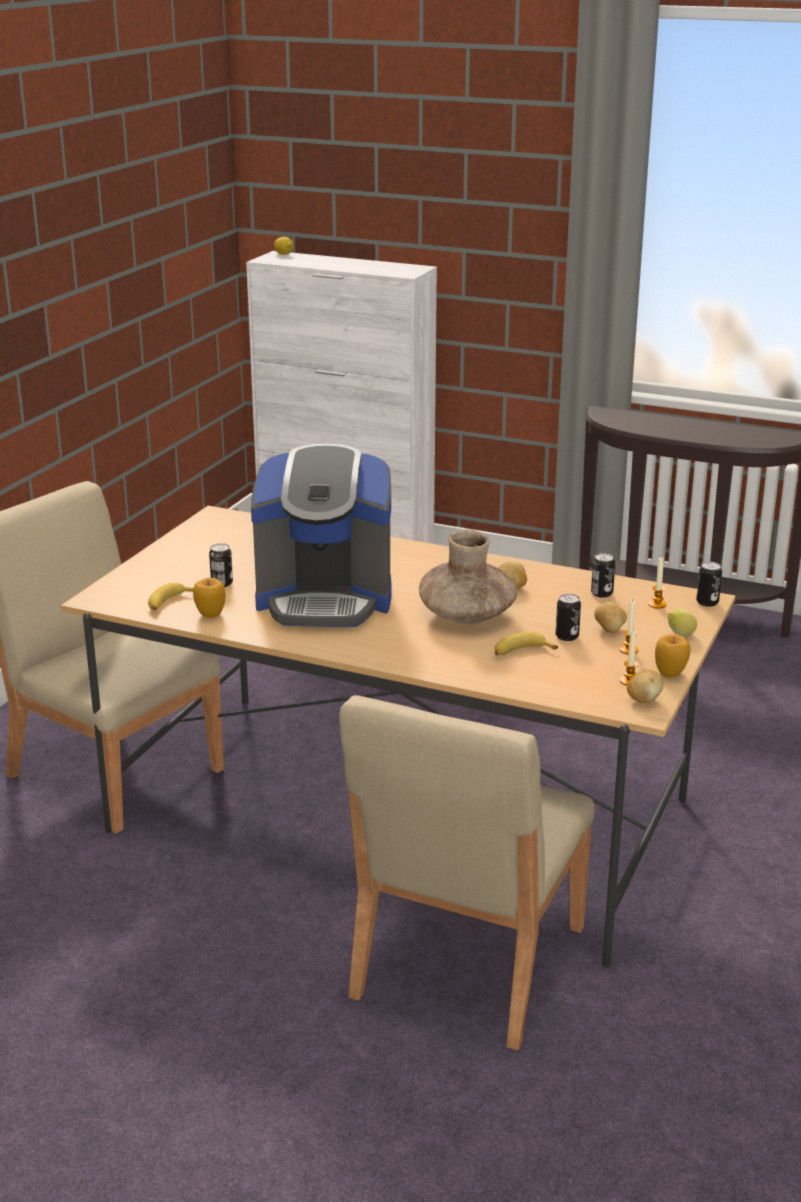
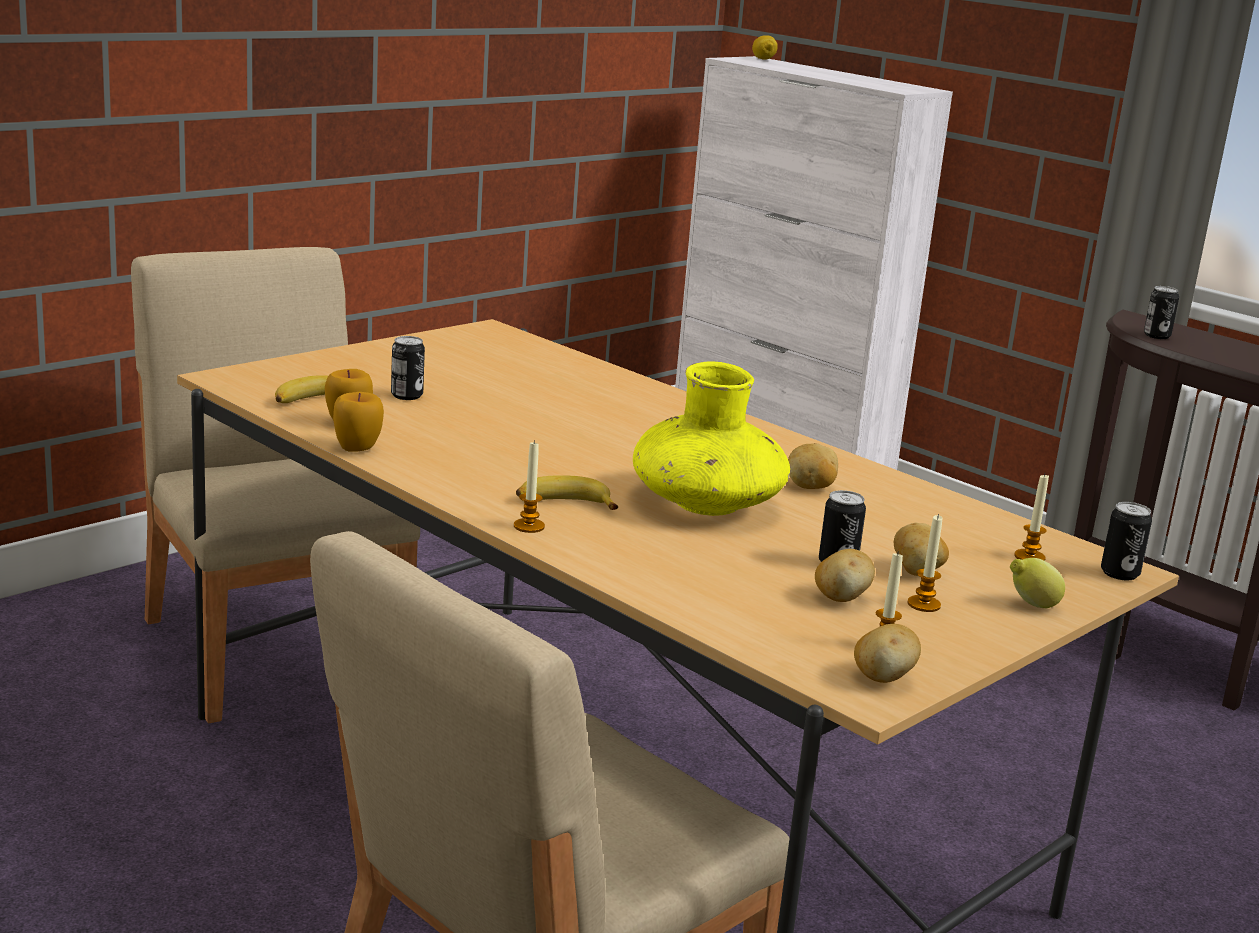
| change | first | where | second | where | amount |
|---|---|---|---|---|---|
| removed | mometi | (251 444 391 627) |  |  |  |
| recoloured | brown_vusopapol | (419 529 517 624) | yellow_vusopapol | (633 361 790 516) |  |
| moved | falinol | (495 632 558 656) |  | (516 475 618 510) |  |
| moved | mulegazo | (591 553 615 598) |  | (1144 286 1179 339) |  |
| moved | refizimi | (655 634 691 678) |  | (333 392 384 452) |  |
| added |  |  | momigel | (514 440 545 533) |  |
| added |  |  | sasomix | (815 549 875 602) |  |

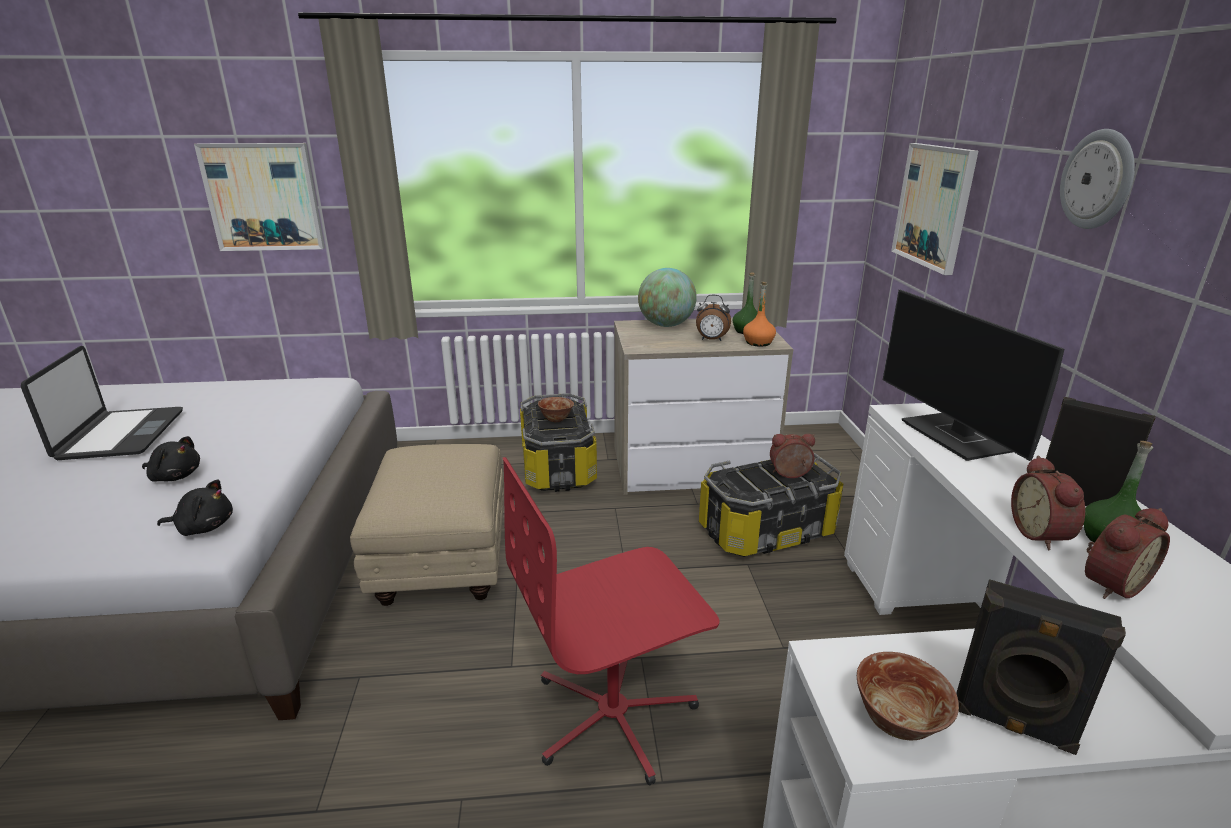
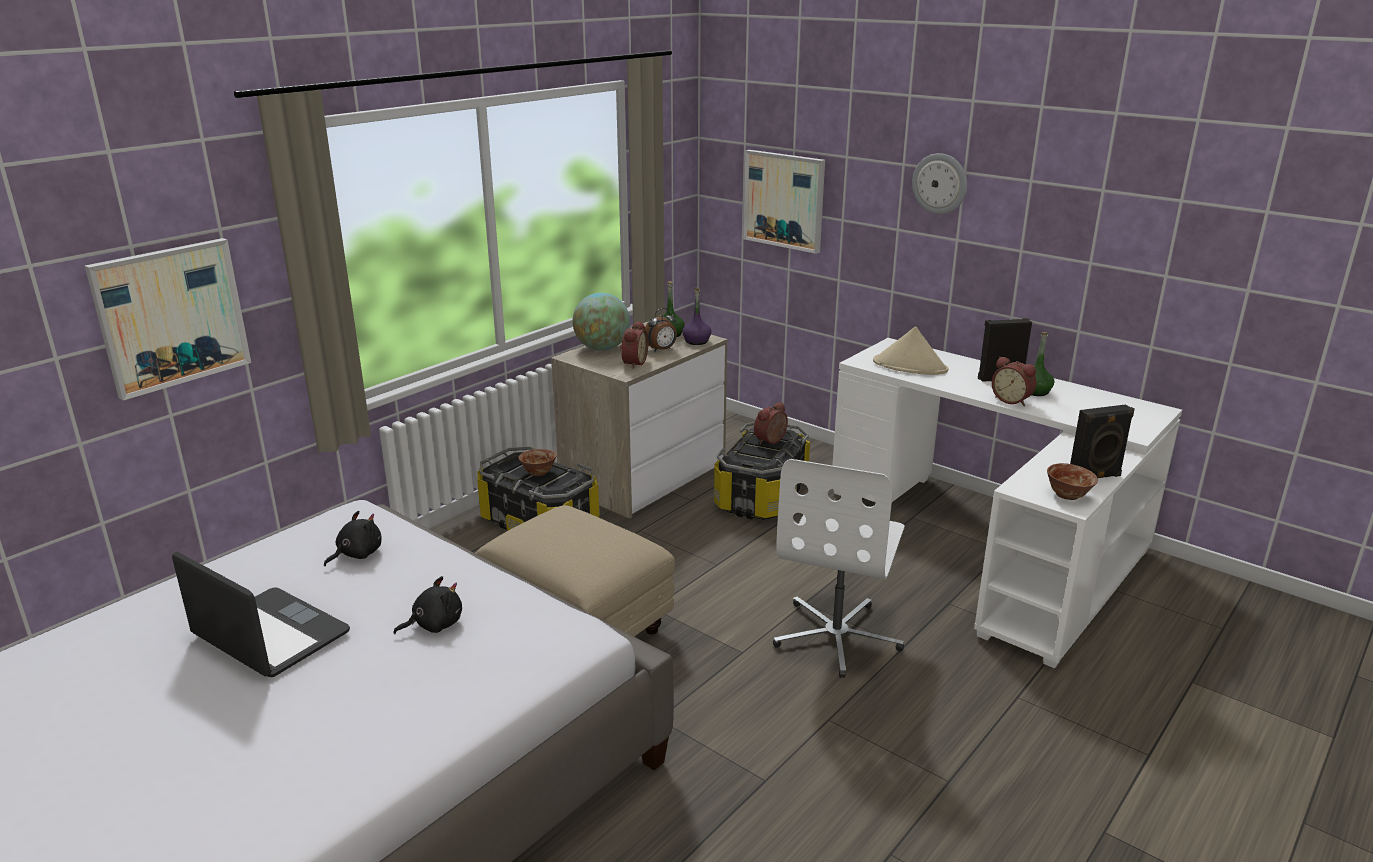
| change | first | where | second | where | amount |
|---|---|---|---|---|---|
| moved | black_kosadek | (157 479 233 536) |  | (324 511 382 566) |  |
| recoloured | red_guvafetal | (503 457 719 785) | white_guvafetal | (773 459 905 678) |  |
| recoloured | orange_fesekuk | (743 282 776 347) | purple_fesekuk | (682 288 711 345) |  |
| replaced | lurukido | (883 290 1064 461) | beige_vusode | (873 326 949 375) |  |
| moved | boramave | (1085 508 1170 599) |  | (620 321 649 368) |  |

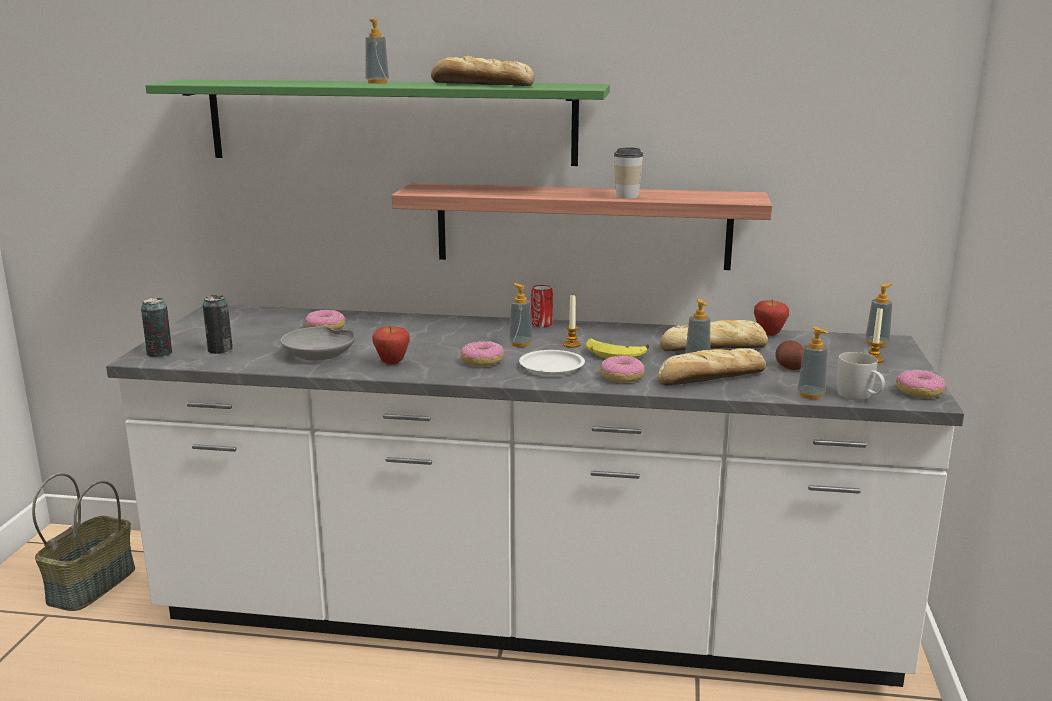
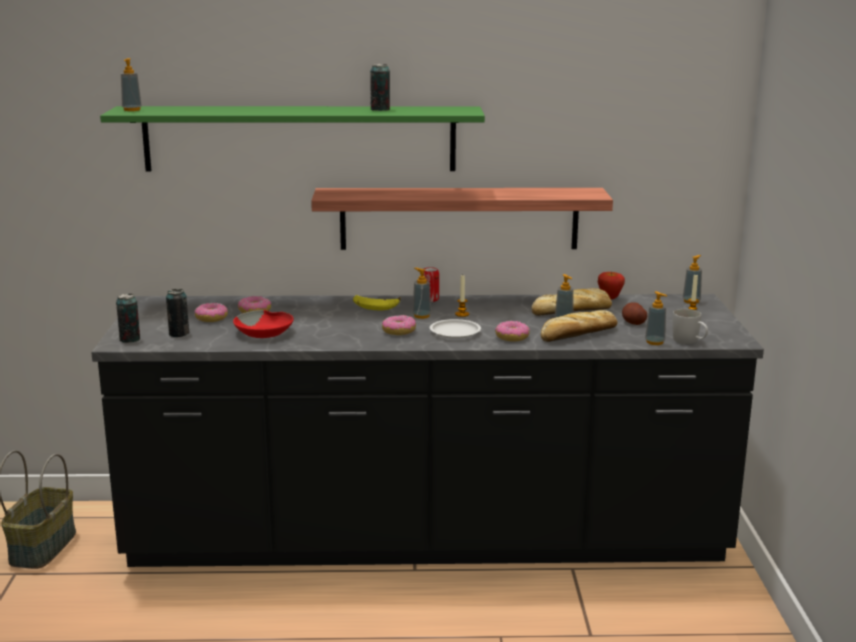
| change | first | where | second | where | amount |
|---|---|---|---|---|---|
| recoloured | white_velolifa | (106 305 964 687) | black_velolifa | (91 294 764 567) |  |
| recoloured | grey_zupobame | (281 326 356 361) | red_zupobame | (233 310 294 338) |  |
| moved | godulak | (365 19 389 84) |  | (121 58 142 111) |  |
| removed | refizimi | (372 326 410 365) |  |  |  |
| replaced | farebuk | (431 56 535 86) | mulegazo | (370 64 390 111) |  |
| moved | falinol | (586 338 649 359) |  | (353 295 401 310) |  |
| removed | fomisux | (614 147 643 199) |  |  |  |
| moved | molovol | (896 369 946 398) |  | (194 303 228 322) |  |

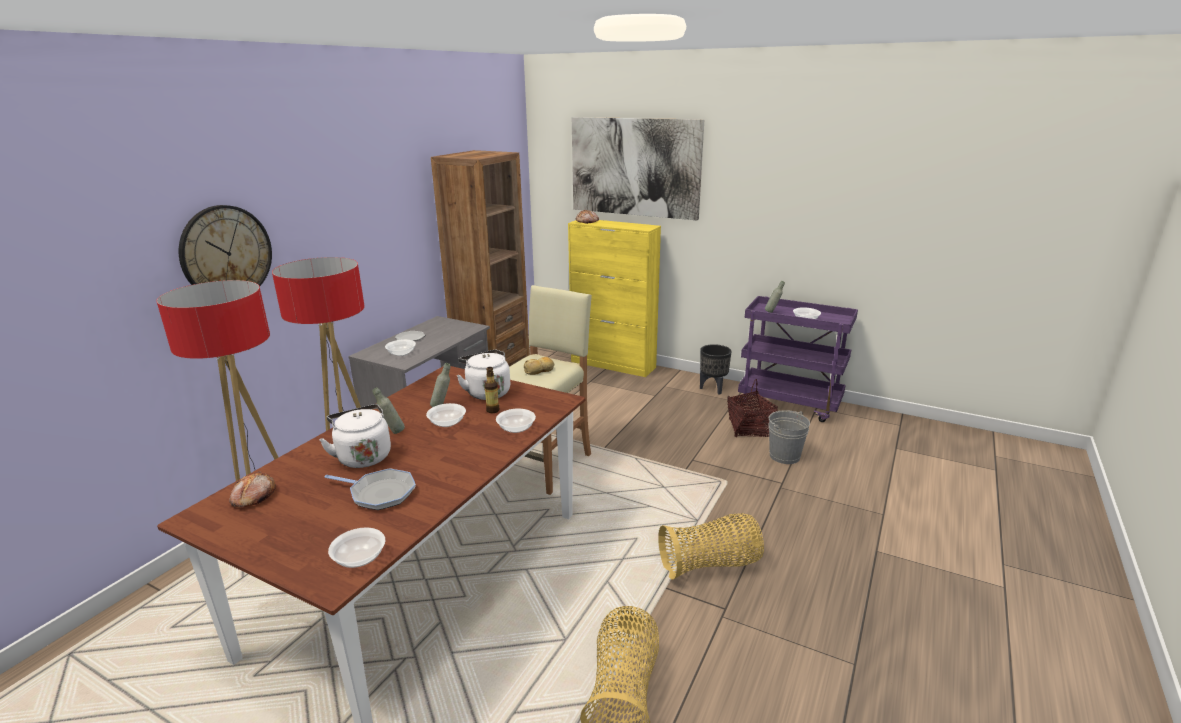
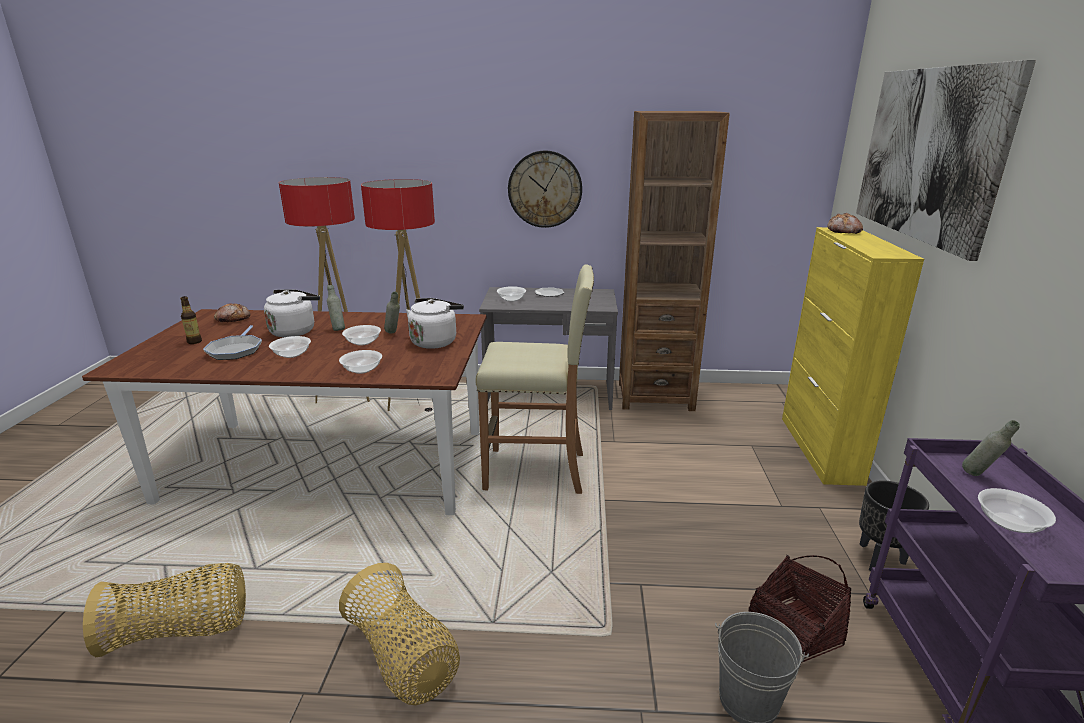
| change | first | where | second | where | amount |
|---|---|---|---|---|---|
| moved | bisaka | (179 205 272 286) |  | (508 150 582 228) |  |
| moved | zupobame | (328 528 385 568) |  | (269 336 311 358) |  |
| moved | fesekuk | (484 367 499 413) |  | (180 296 202 344) |  |
| removed | farebuk | (524 357 554 375) |  |  |  |

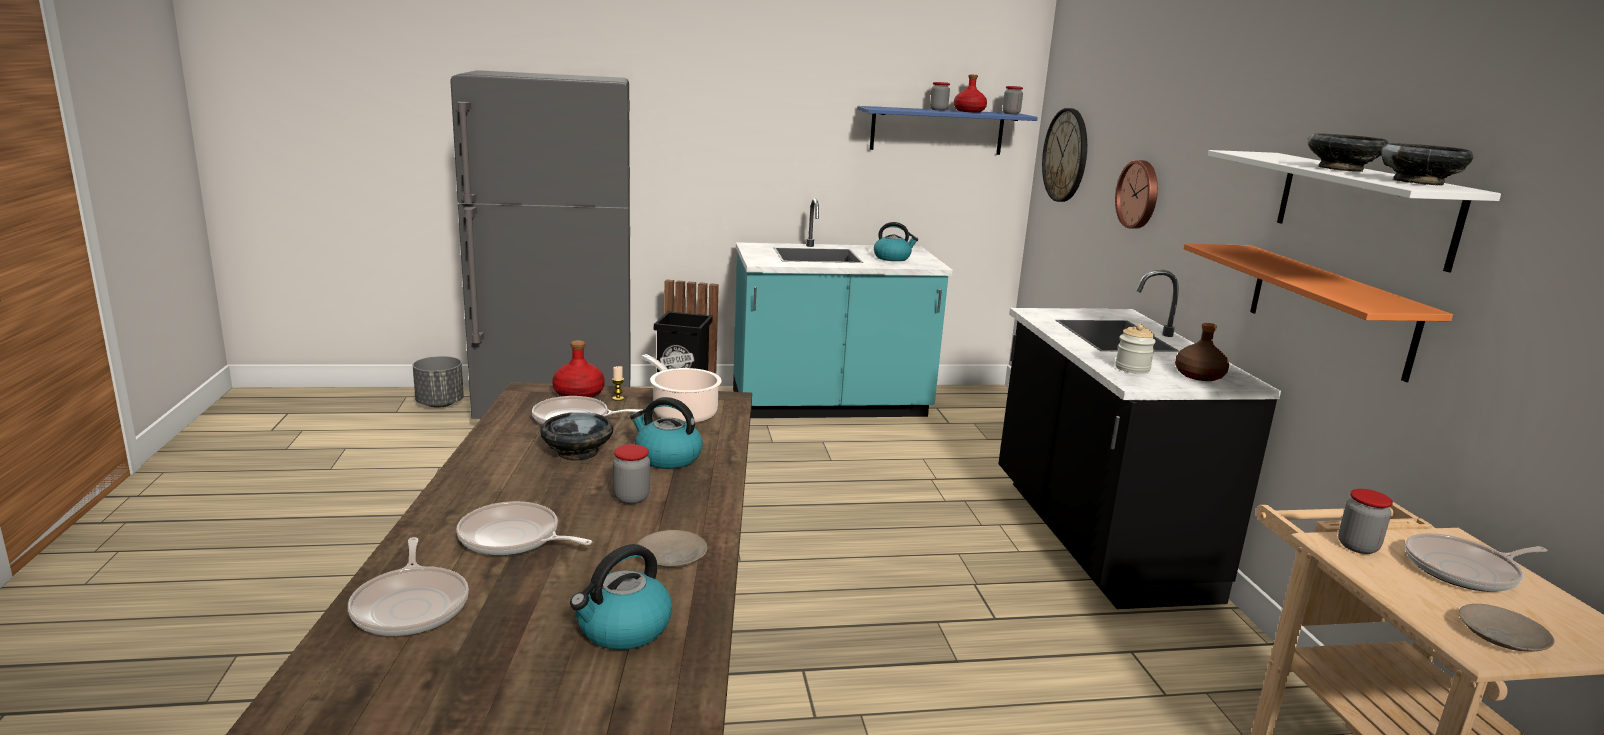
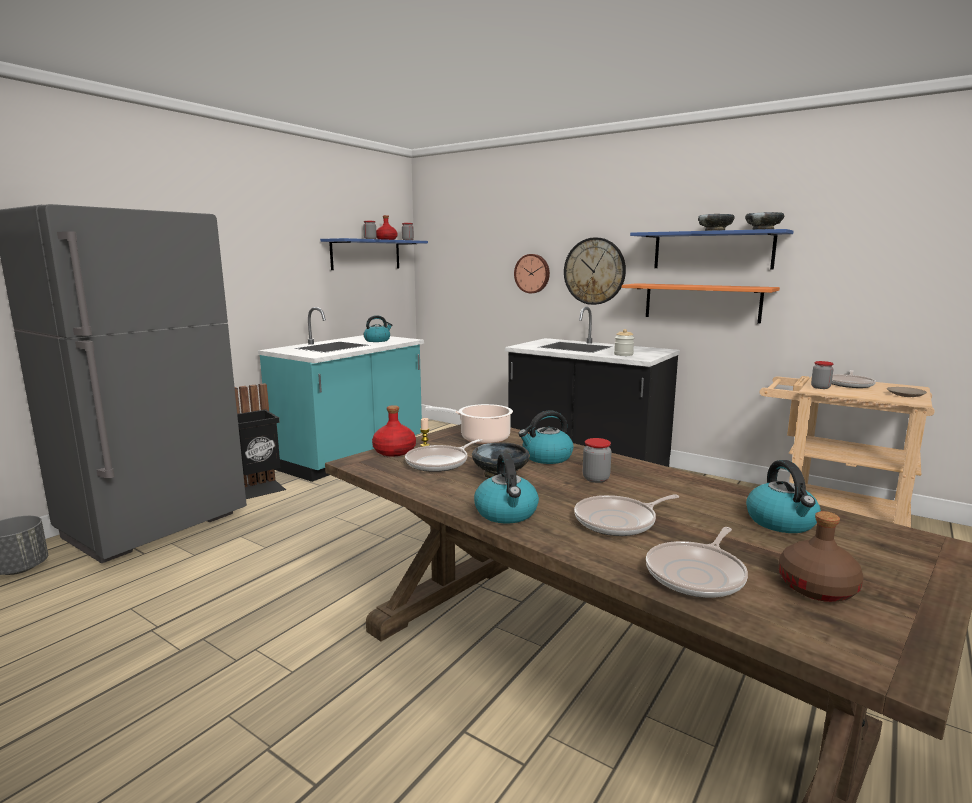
| change | first | where | second | where | amount |
|---|---|---|---|---|---|
| turned | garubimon | (348 537 469 636) |  | (646 527 748 598) | 105 degrees clockwise |
| removed | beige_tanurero | (637 530 707 568) |  |  |  |
| moved | bisaka | (1042 108 1087 202) |  | (564 237 626 305) |  |
| moved | brown_fesekuk | (1175 323 1229 381) |  | (778 511 864 602) |  |
| recoloured | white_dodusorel | (1208 150 1501 272) | blue_dodusorel | (630 229 794 270) |  |
| added |  |  | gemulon | (474 453 539 523) |  |

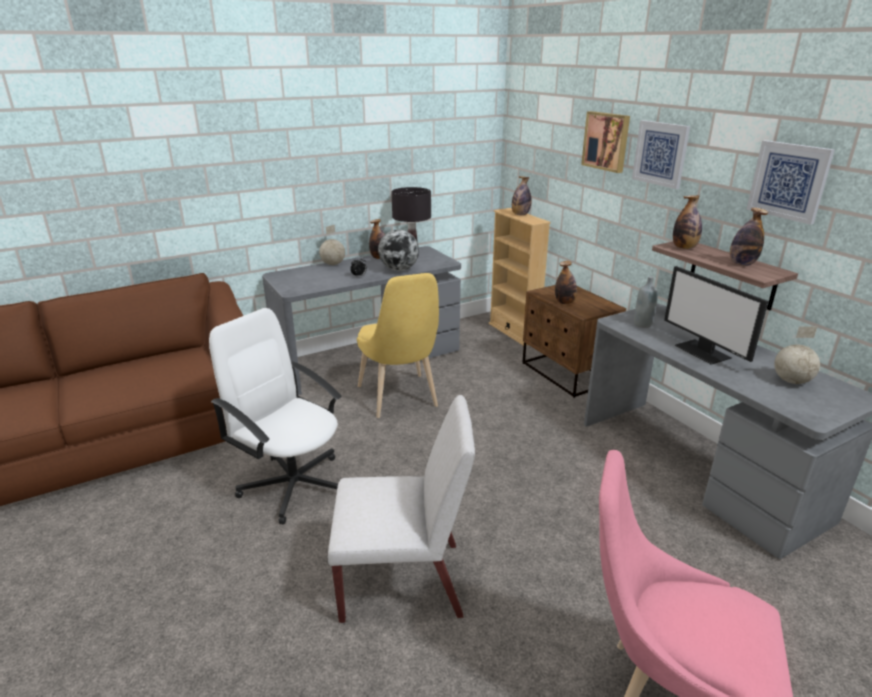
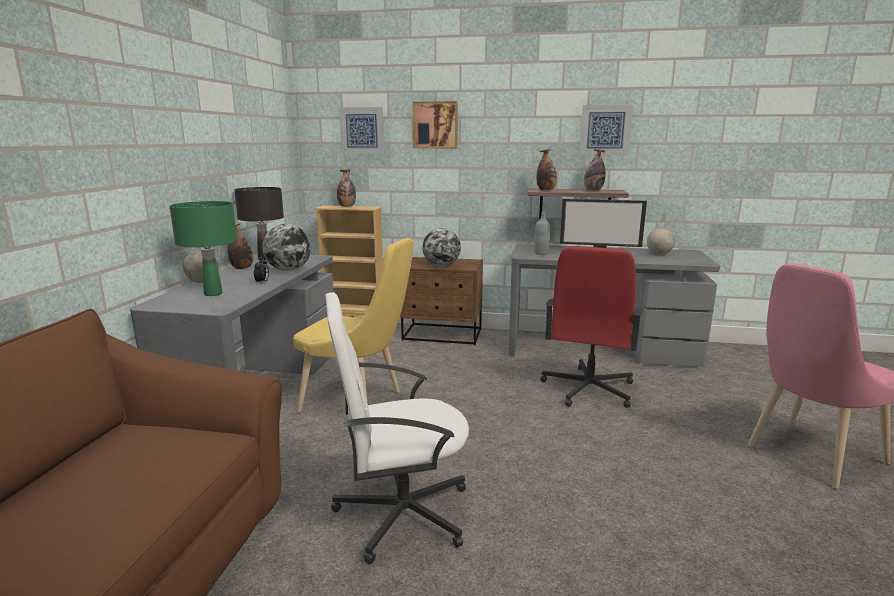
| change | first | where | second | where | amount |
|---|---|---|---|---|---|
| removed | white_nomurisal | (328 395 475 623) |  |  |  |
| replaced | fesekuk | (555 261 577 304) | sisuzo | (423 228 461 267) |  |
| moved | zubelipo | (632 120 690 189) |  | (339 107 384 154) |  |
| added |  |  | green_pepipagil | (170 201 237 296) |  |
| added |  |  | red_guvafetal | (540 246 643 408) |  |

